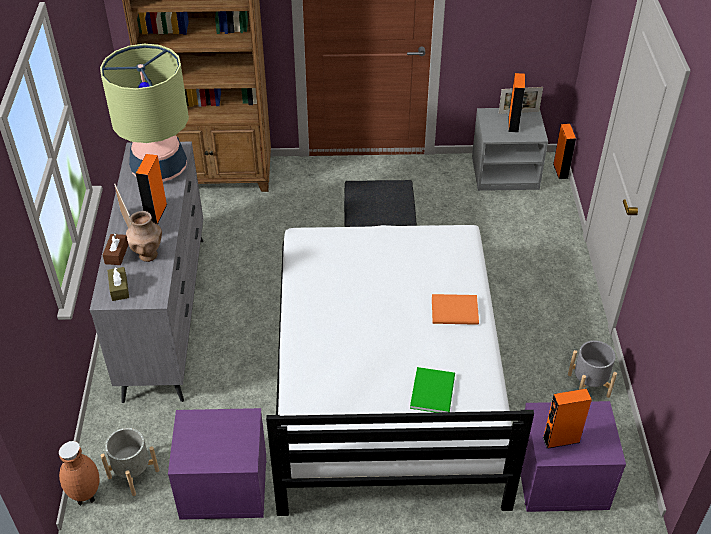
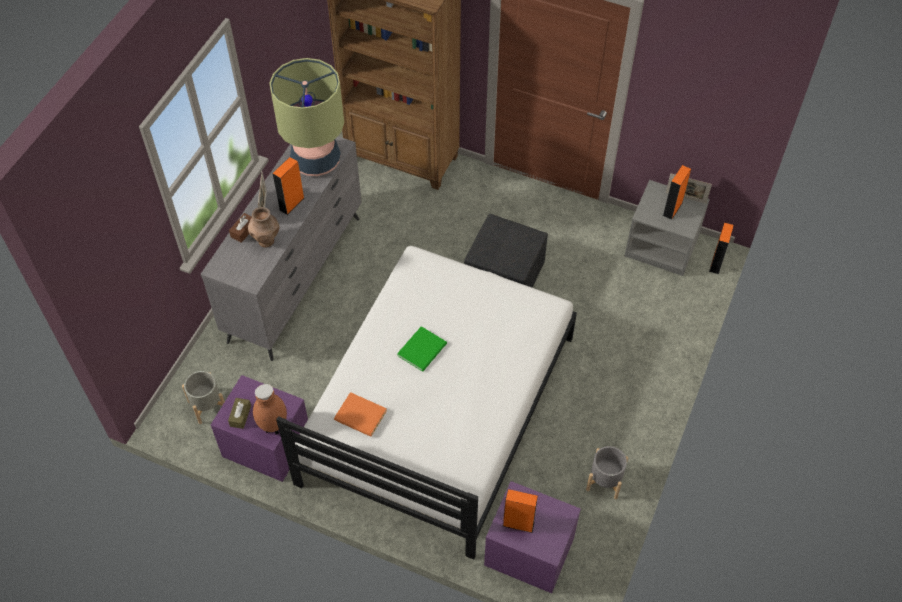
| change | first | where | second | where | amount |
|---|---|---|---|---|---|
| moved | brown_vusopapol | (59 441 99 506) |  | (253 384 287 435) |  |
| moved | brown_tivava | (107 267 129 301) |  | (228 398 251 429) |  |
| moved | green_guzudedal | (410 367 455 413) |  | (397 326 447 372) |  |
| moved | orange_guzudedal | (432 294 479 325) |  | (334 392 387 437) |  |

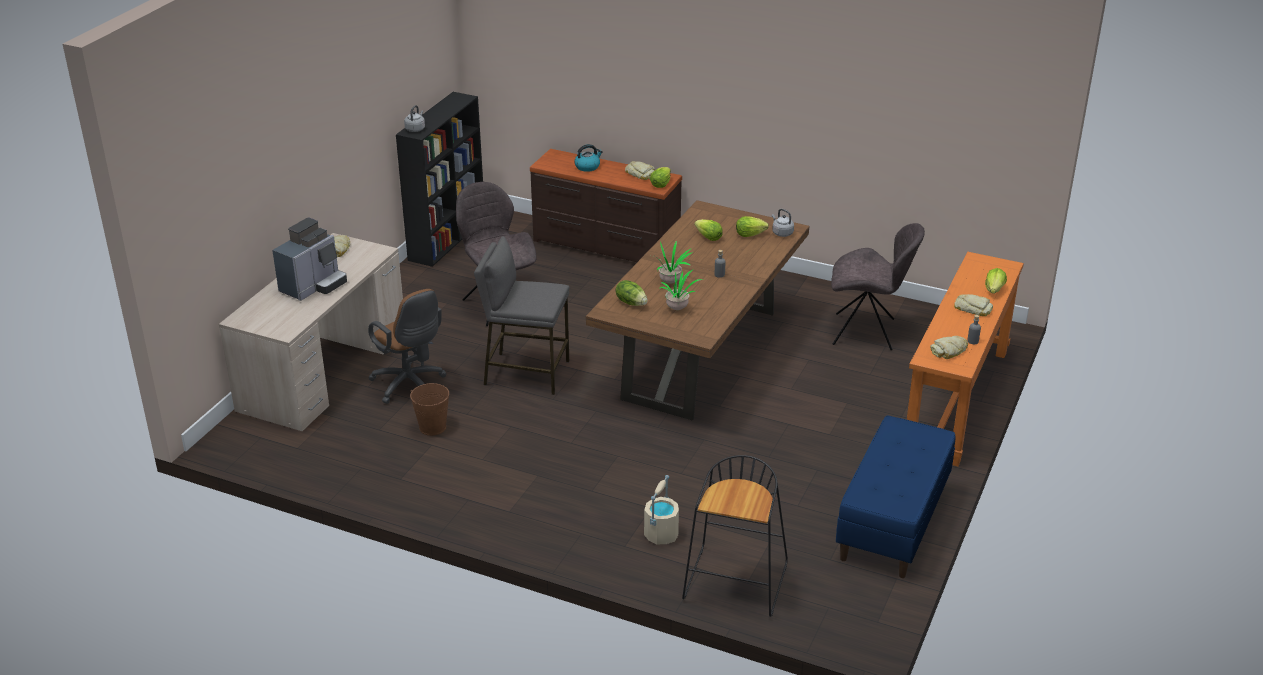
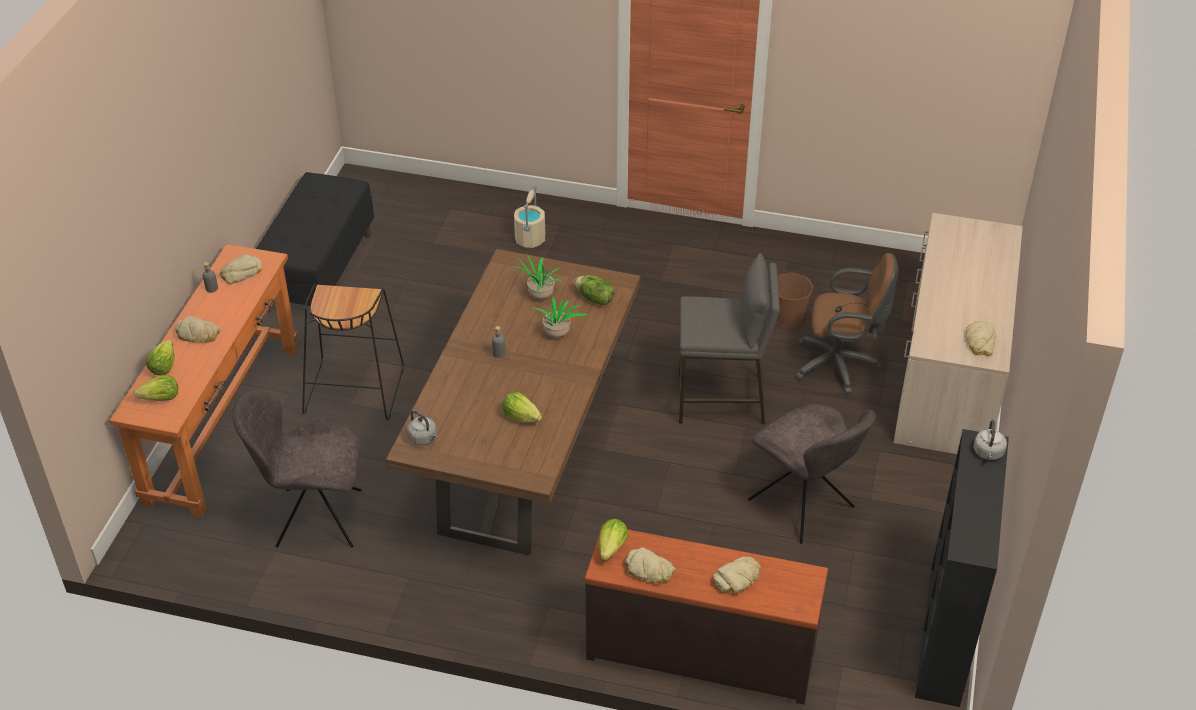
| change | first | where | second | where | amount |
|---|---|---|---|---|---|
| removed | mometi | (272 217 347 301) |  |  |  |
| turned | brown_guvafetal | (368 289 446 404) |  | (795 253 898 394) | 150 degrees clockwise |
| replaced | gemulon | (575 144 603 172) | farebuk | (713 557 761 595) |  |
| moved | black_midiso | (682 455 788 617) |  | (302 284 404 421) |  |
| moved | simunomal | (736 216 769 237) |  | (134 375 178 401) |  |
| recoloured | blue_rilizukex | (836 415 955 578) | black_rilizukex | (256 172 374 313) |  |

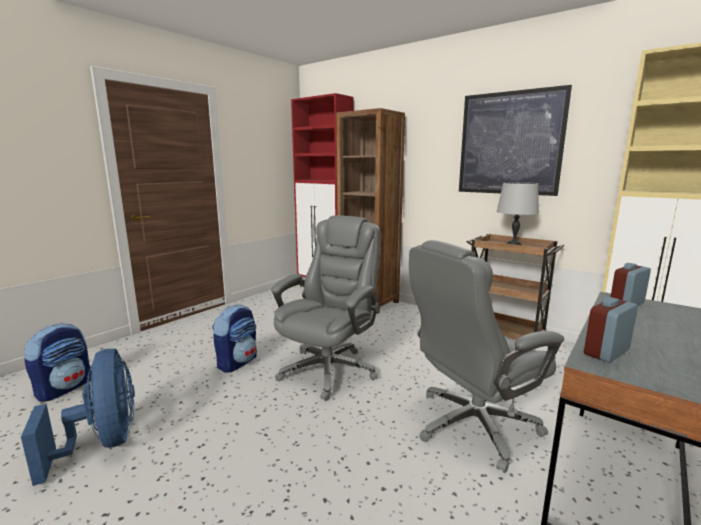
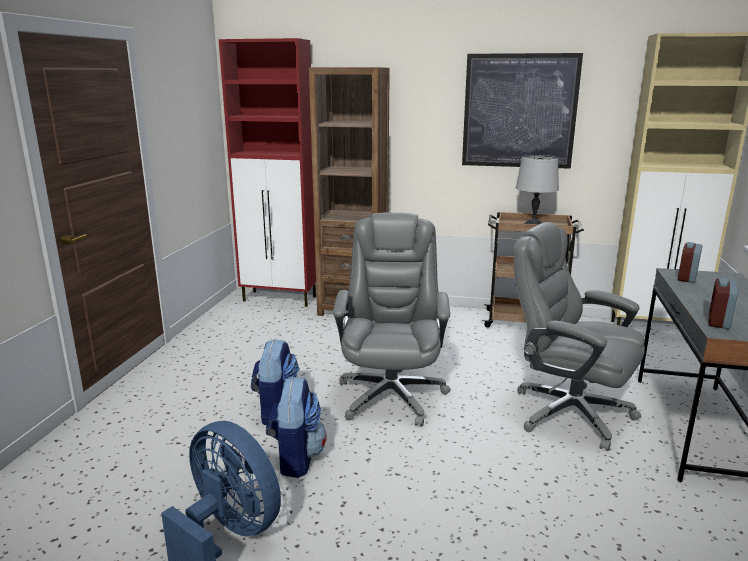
| change | first | where | second | where | amount |
|---|---|---|---|---|---|
| moved | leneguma | (24 323 91 402) |  | (266 377 326 478) |  |
| turned | grey_guvafetal | (409 240 564 473) |  | (513 222 645 451) | 90 degrees clockwise |

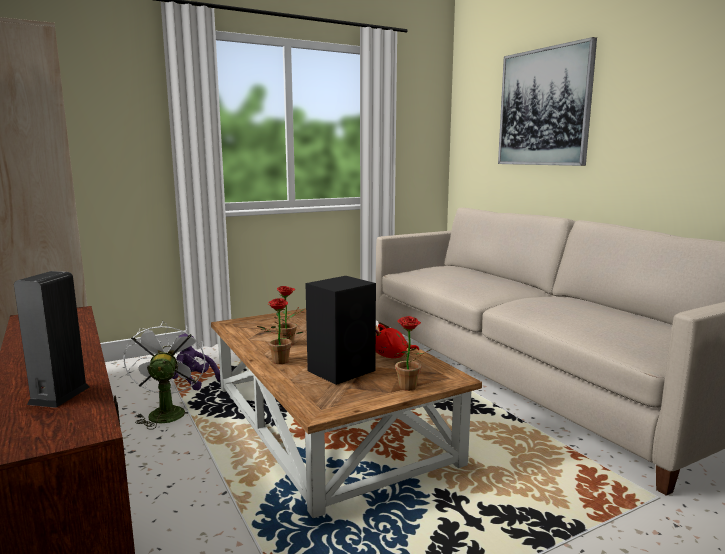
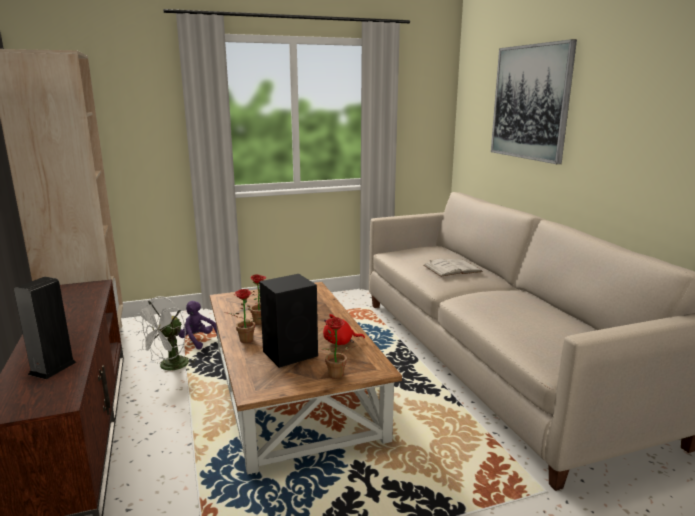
| change | first | where | second | where | amount |
|---|---|---|---|---|---|
| turned | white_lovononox | (124 320 205 430) |  | (133 296 196 371) | 150 degrees counterclockwise |
| added |  |  | white_guzudedal | (424 258 483 277) |  |

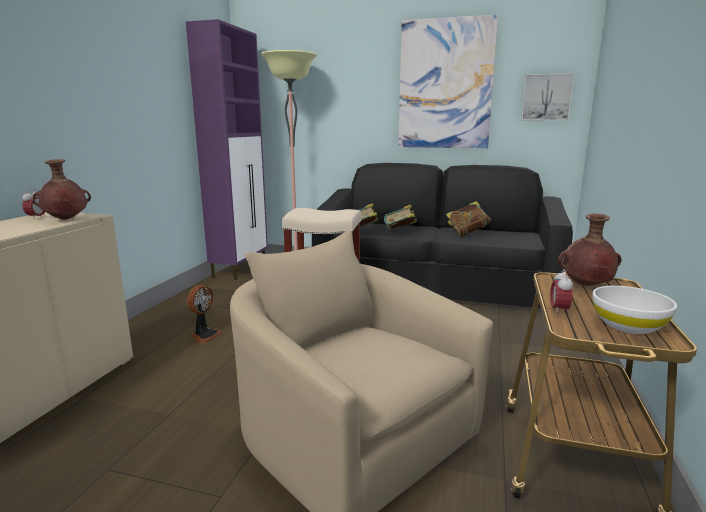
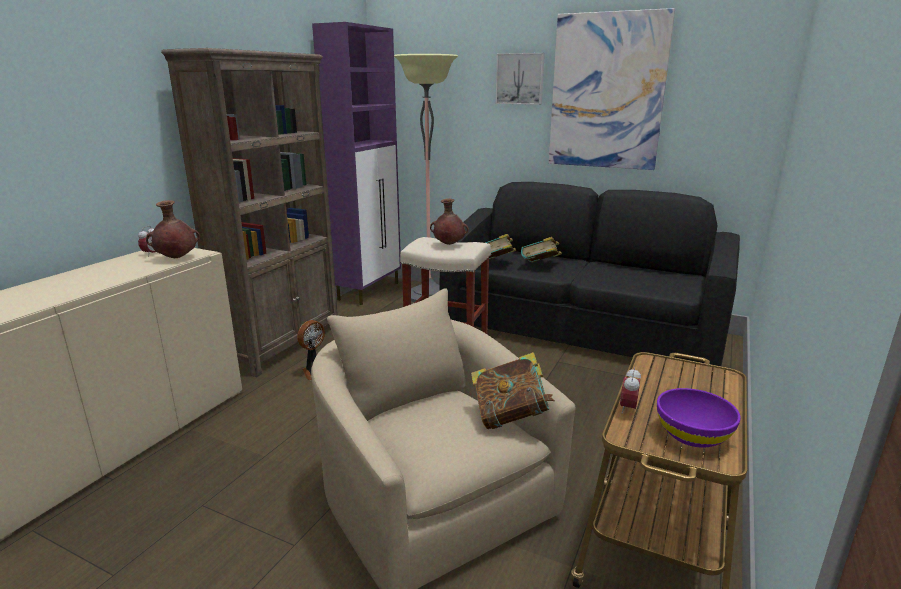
| change | first | where | second | where | amount |
|---|---|---|---|---|---|
| moved | guzudedal | (446 201 491 237) |  | (471 352 555 429) |  |
| moved | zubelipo | (521 73 574 121) |  | (496 53 545 105) |  |
| moved | brown_vusopapol | (558 213 622 286) |  | (430 198 469 245) |  |
| recoloured | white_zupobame | (593 286 677 334) | purple_zupobame | (657 388 741 448) |  |
| added |  |  | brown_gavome | (161 48 338 377) |  |

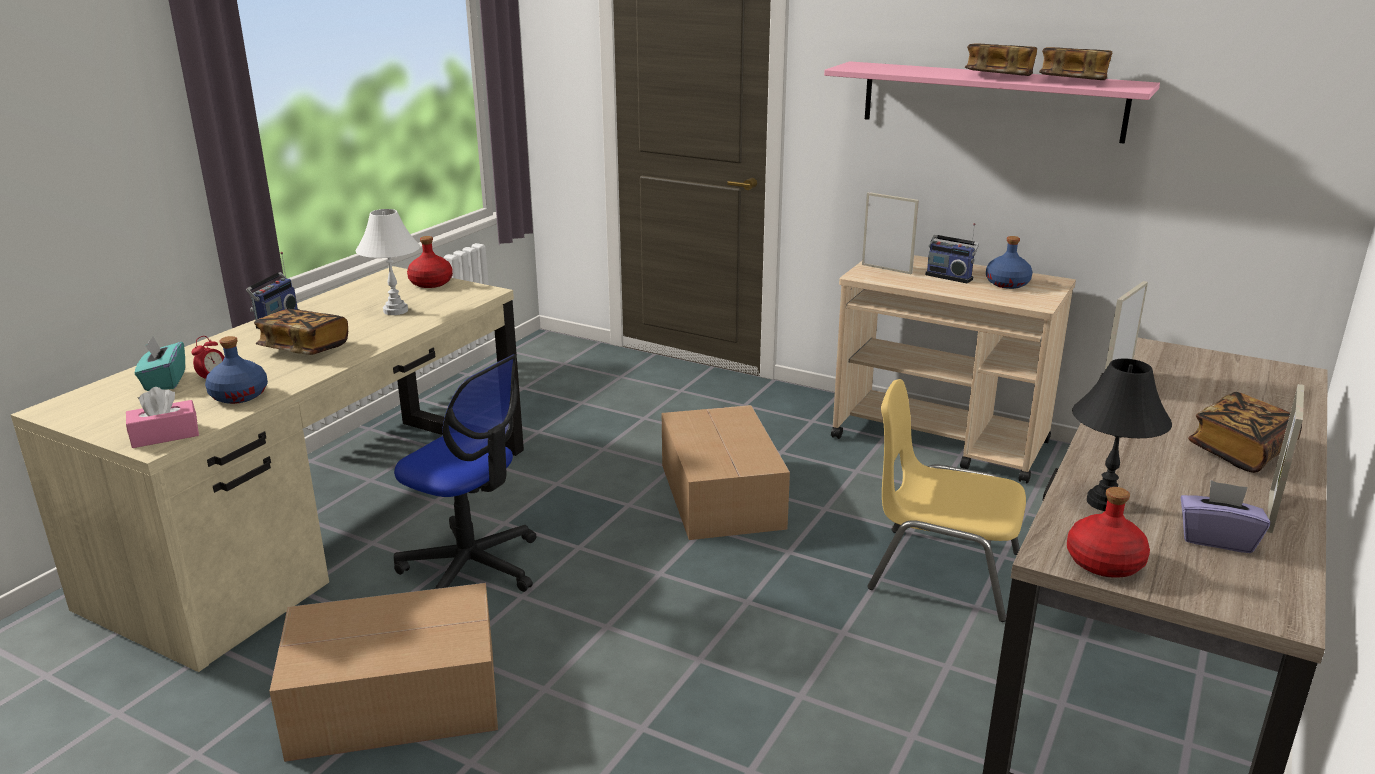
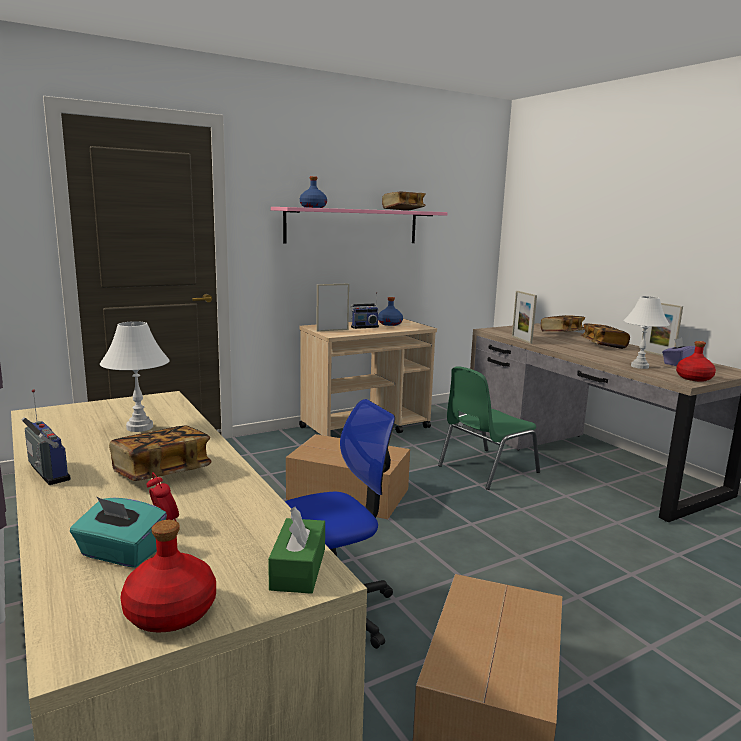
| change | first | where | second | where | amount |
|---|---|---|---|---|---|
| recoloured | pink_tivava | (126 387 199 448) | green_tivava | (268 507 325 594) |  |
| moved | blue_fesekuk | (205 336 268 404) |  | (300 176 327 208) |  |
| moved | red_fesekuk | (407 236 453 288) |  | (121 520 216 633) |  |
| recoloured | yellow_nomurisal | (867 379 1026 622) | green_nomurisal | (438 366 540 490) |  |
| moved | guzudedal | (964 44 1037 76) |  | (541 315 585 332) |  |
| recoloured | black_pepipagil | (1072 358 1172 511) | white_pepipagil | (623 296 670 369) |  |

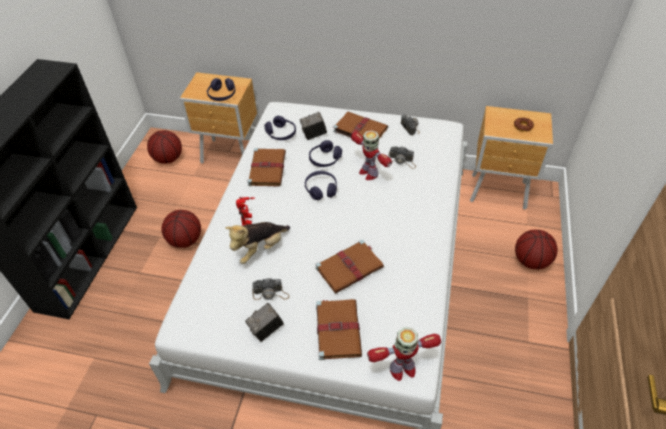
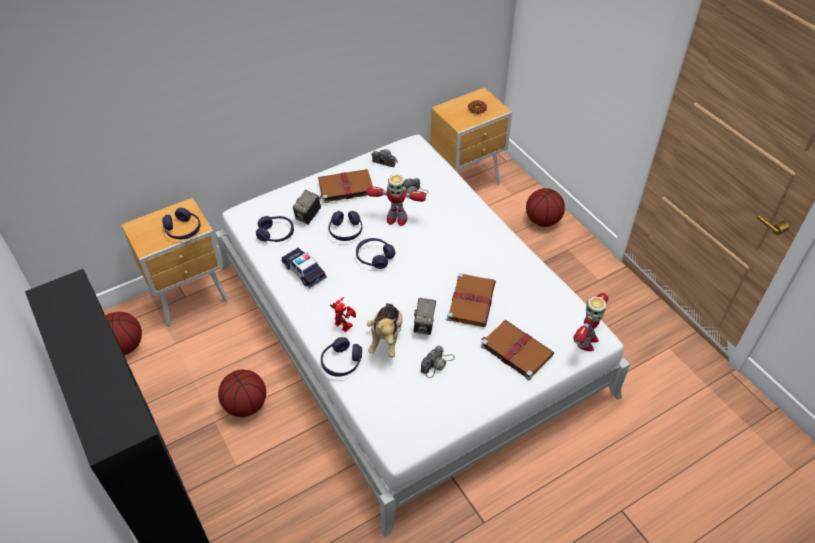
| change | first | where | second | where | amount |
|---|---|---|---|---|---|
| moved | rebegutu | (245 303 284 342) |  | (414 298 436 335) |  |
| replaced | brown_guzudedal | (247 148 286 187) | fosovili | (281 248 327 288) |  |
| added |  |  | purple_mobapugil | (321 337 362 377) |  |

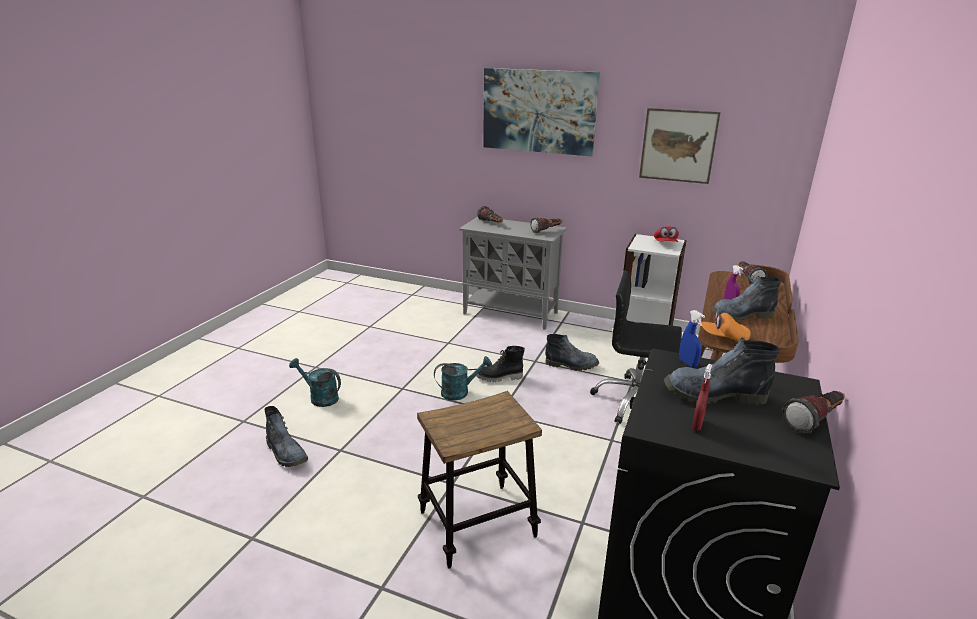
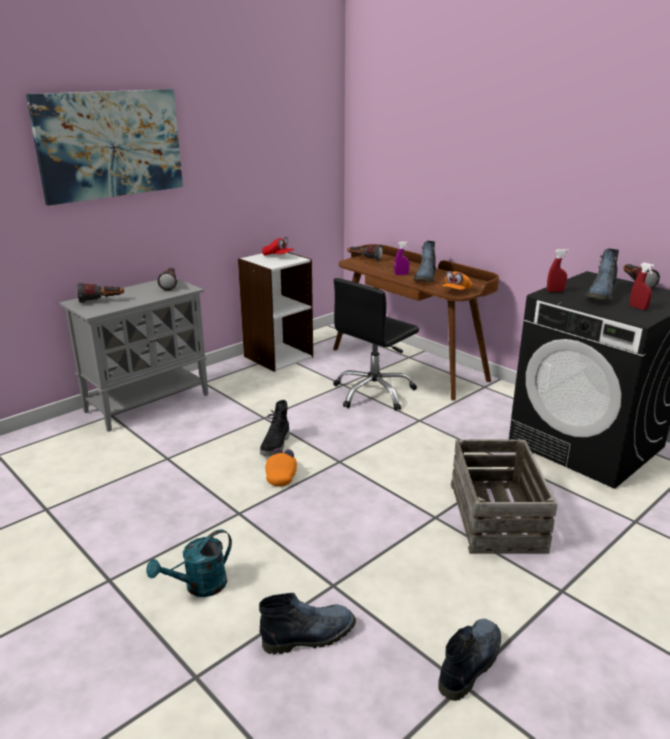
| change | first | where | second | where | amount |
|---|---|---|---|---|---|
| replaced | midiso | (417 391 542 569) | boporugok | (451 439 557 554) |  |
| replaced | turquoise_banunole | (434 356 492 400) | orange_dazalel | (266 448 297 486) |  |
| moved | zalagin | (545 334 599 371) |  | (439 619 501 701) |  |
| removed | zubelipo | (639 108 721 184) |  |  |  |
| recoloured | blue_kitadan | (679 310 705 368) | red_kitadan | (547 249 569 292) |  |

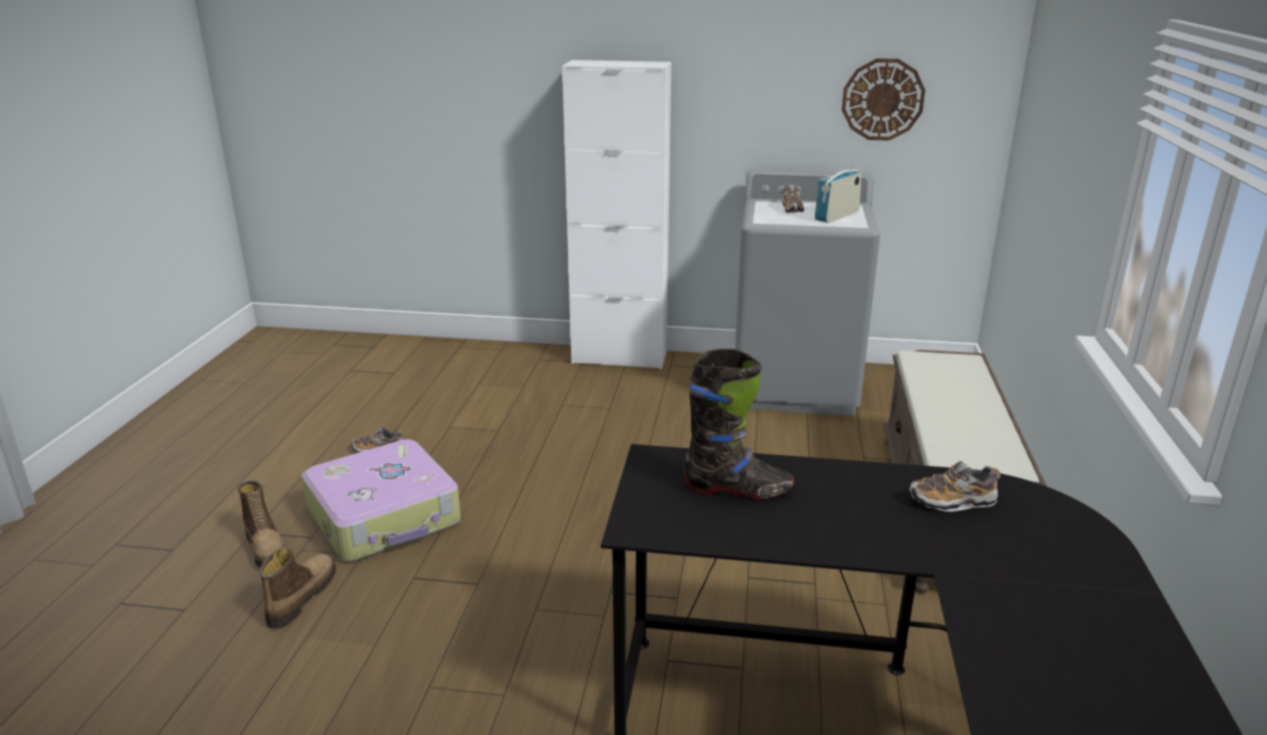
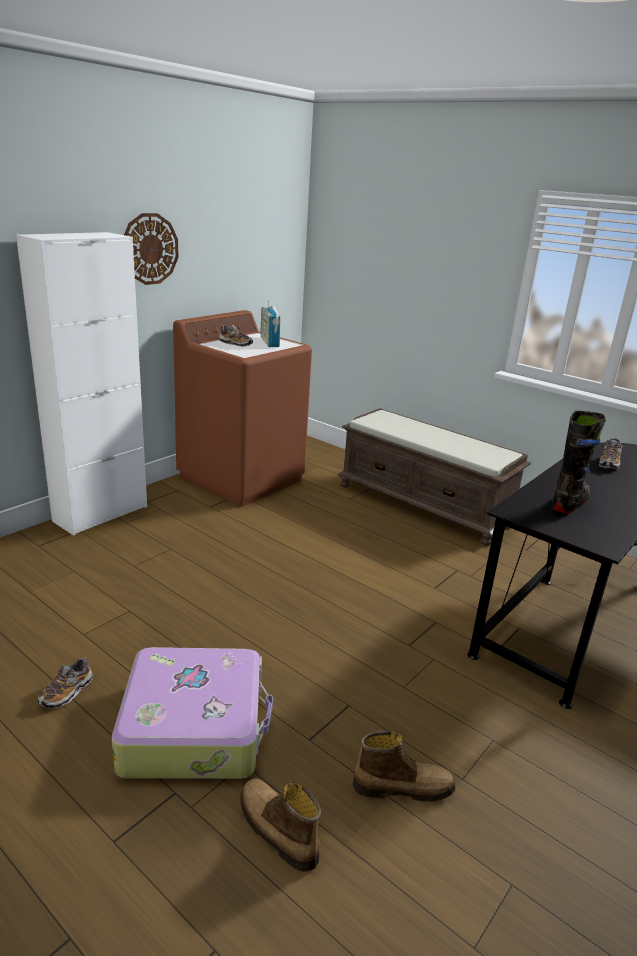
| change | first | where | second | where | amount |
|---|---|---|---|---|---|
| moved | zalagin | (238 480 285 568) |  | (353 731 456 802) |  |
| recoloured | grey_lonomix | (735 170 880 416) | brown_lonomix | (173 310 312 507) |  |
| moved | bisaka | (842 58 925 141) |  | (124 213 179 285) |  |

